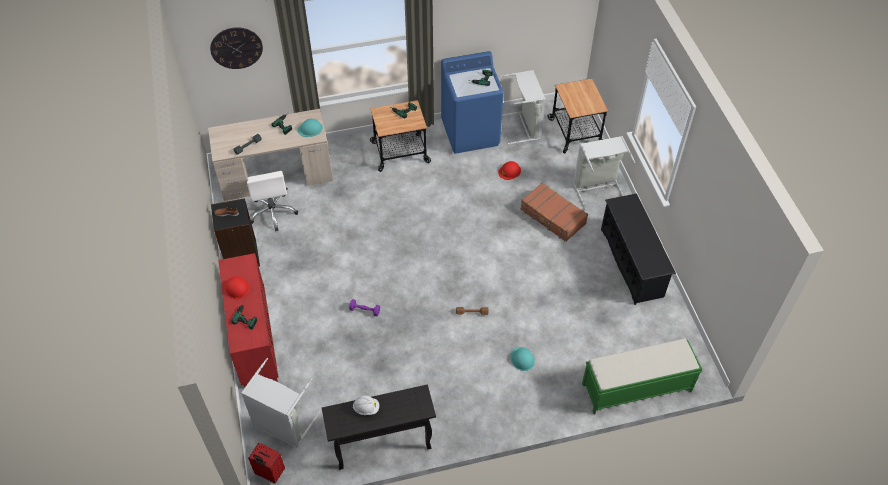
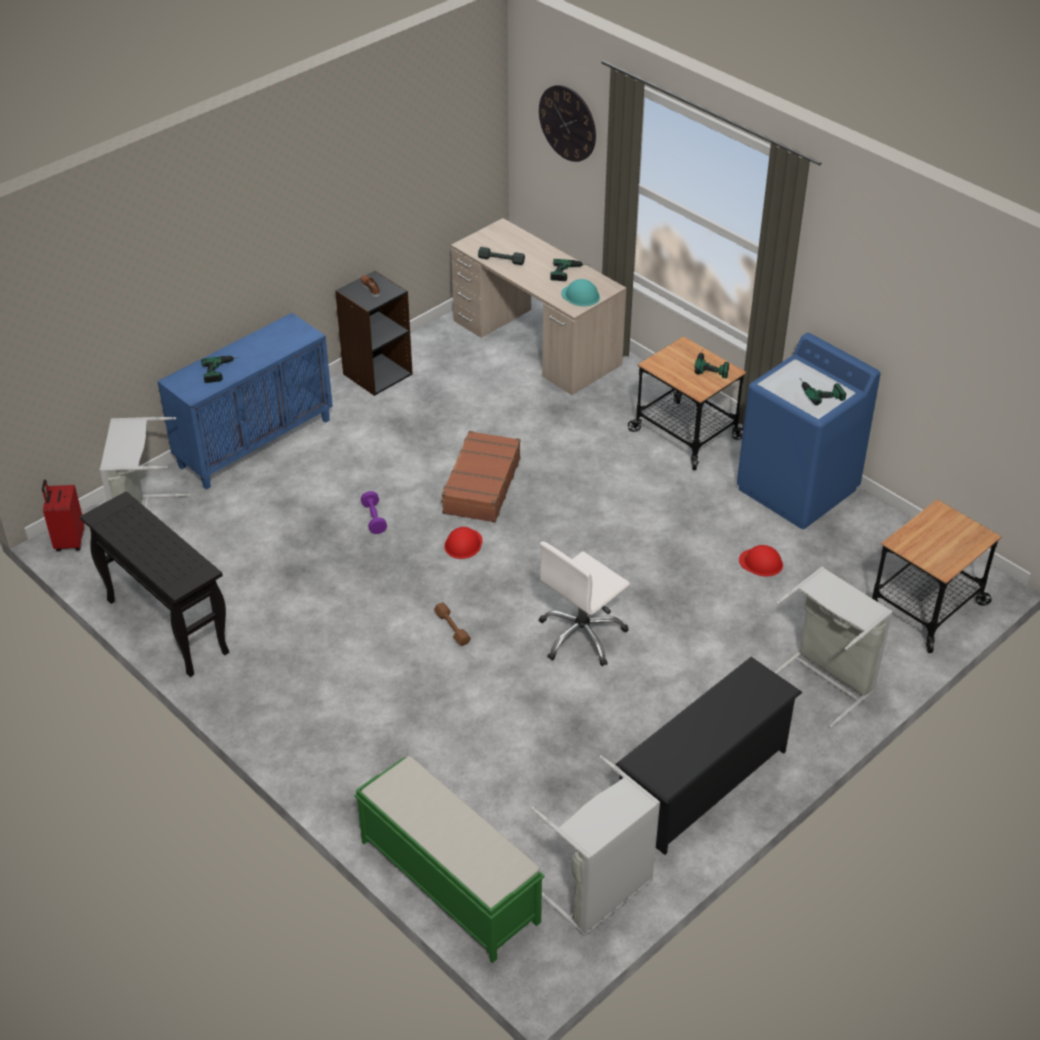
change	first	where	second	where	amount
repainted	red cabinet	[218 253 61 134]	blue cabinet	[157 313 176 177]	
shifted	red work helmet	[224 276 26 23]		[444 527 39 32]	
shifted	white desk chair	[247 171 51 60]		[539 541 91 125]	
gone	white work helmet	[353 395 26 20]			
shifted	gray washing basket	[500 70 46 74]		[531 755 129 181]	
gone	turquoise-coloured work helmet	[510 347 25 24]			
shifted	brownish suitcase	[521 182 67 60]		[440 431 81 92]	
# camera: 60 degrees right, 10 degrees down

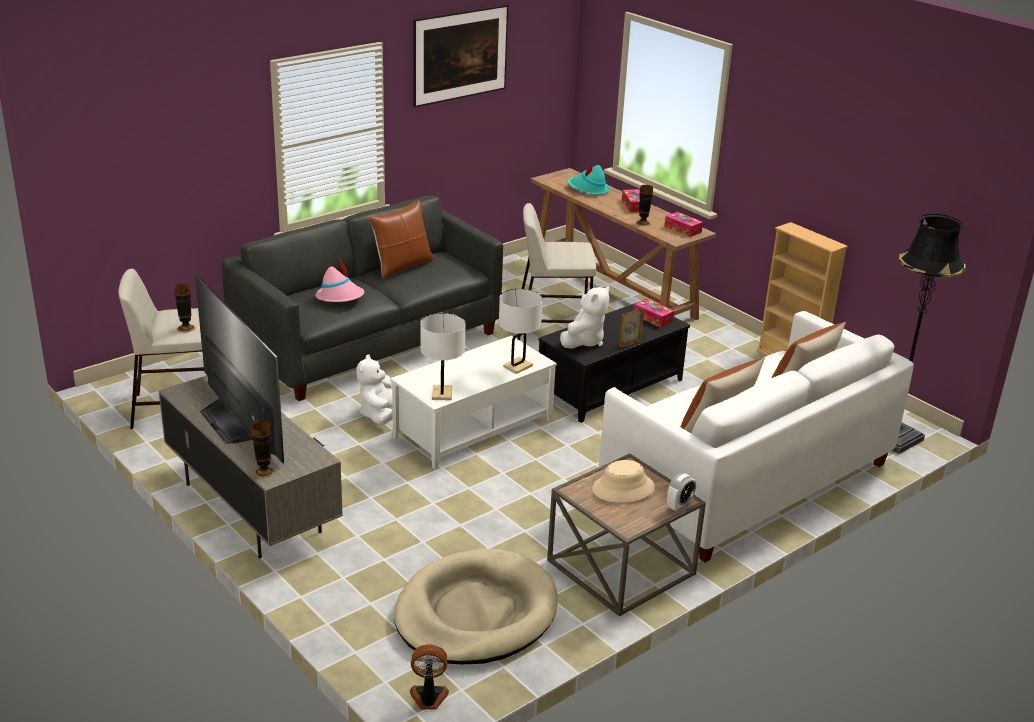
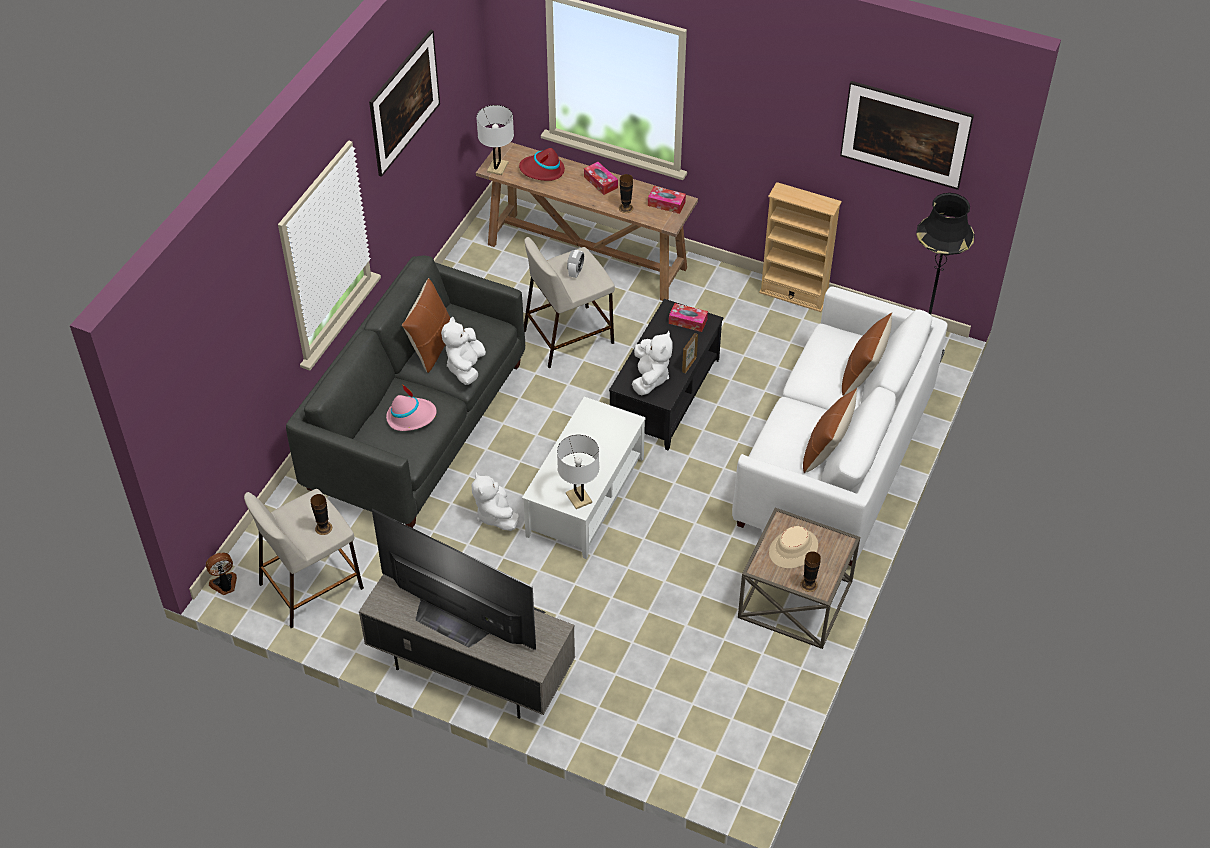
change	first	where	second	where	amount
shifted	flower vase	[252 421 23 57]		[800 551 21 41]	
gone	sand-coloured pet bed	[394 549 164 115]			
shifted	electric fan	[410 644 39 66]		[206 553 31 42]	
shifted	white lamp for a table	[499 289 44 85]		[476 105 38 70]	
repainted	turquoise-coloured wearable hat	[568 165 42 30]	red wearable hat	[519 148 46 33]	
shifted	bedside clock	[667 474 29 38]		[567 250 17 28]	
new			white cuddly toy	[441 317 45 68]	
new			wall picture	[840 81 134 109]	
# camera: 25 degrees left, 20 degrees up

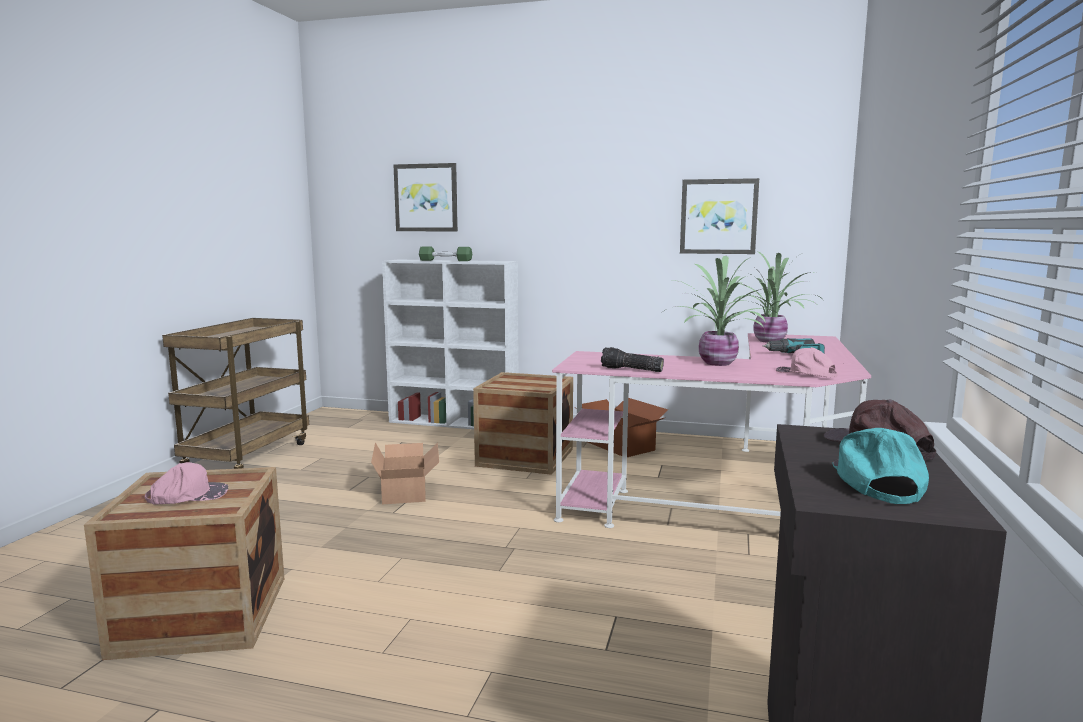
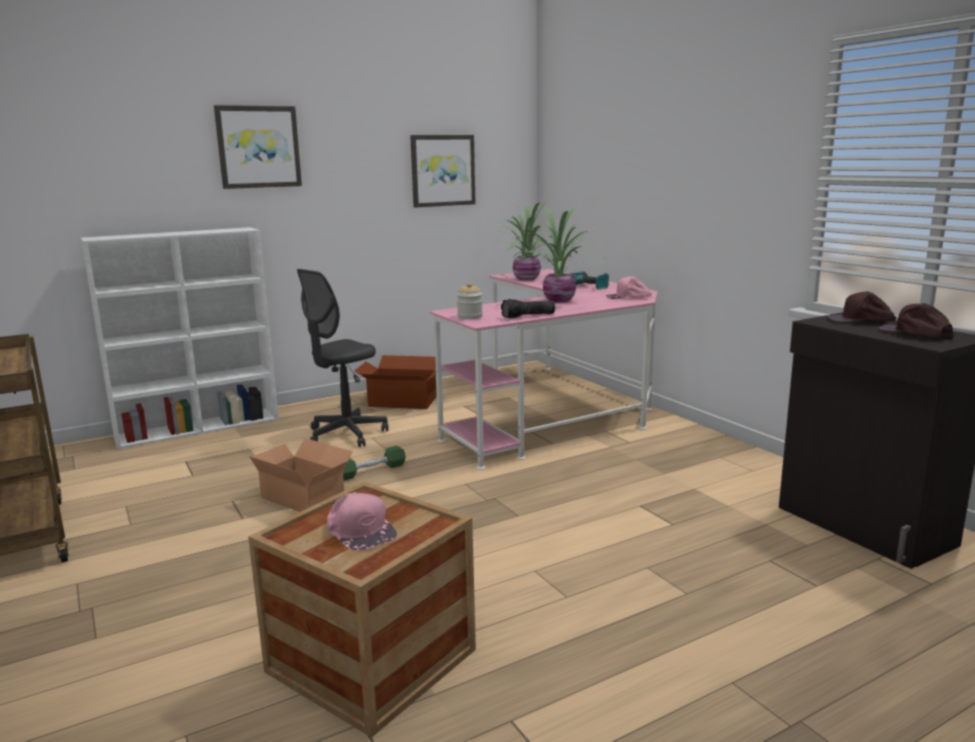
change	first	where	second	where	amount
rotated	pinkish peaked cap	[145 462 83 43]		[327 492 70 59]	120 degrees clockwise
shifted	wall picture	[394 163 64 68]		[214 105 88 84]	
shifted	greenish free weight	[419 246 53 15]		[343 446 63 34]	
swapped	packing crate	[473 372 100 103]	gray desk chair	[297 269 92 178]	
repainted	turquoise-coloured peaked cap	[832 428 97 76]	brownish peaked cap	[878 303 76 37]	
new			storage jar	[457 283 26 36]	
# camera: 45 degrees left, 5 degrees up

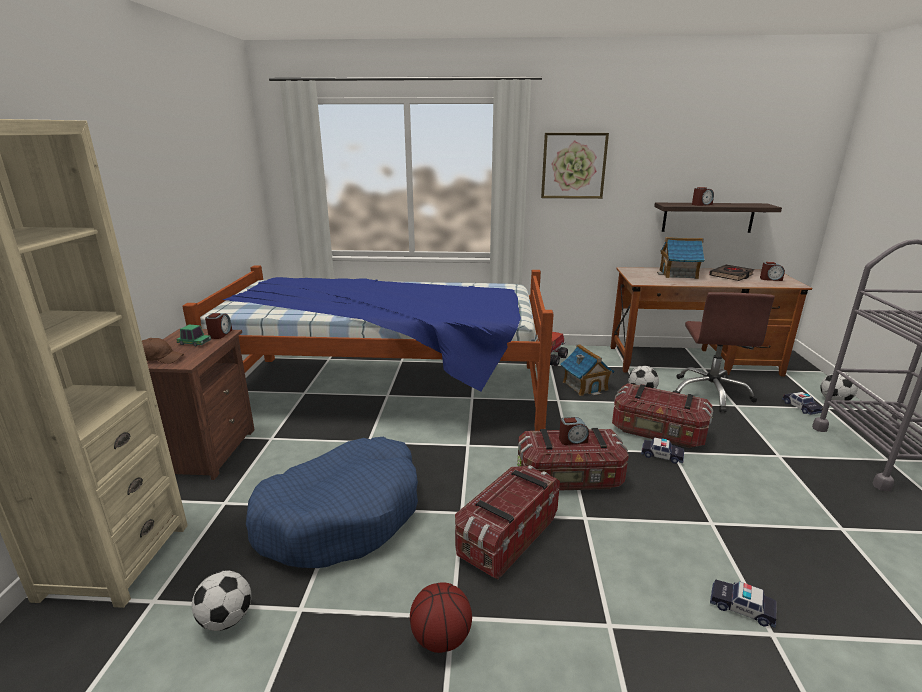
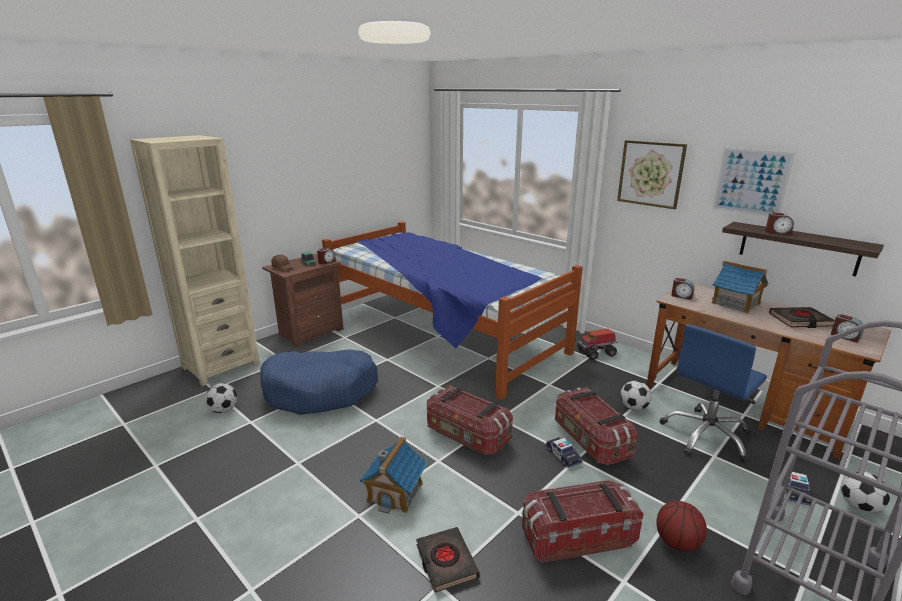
change	first	where	second	where	amount
shifted	basketball ball	[410 582 62 71]		[656 501 51 51]	
shifted	storage container	[455 466 105 114]		[522 480 121 83]	
shifted	bedside clock	[559 417 30 28]		[671 278 24 22]	
shifted	model house	[560 344 55 52]		[359 437 69 77]	
repainted	brownish desk chair	[673 292 102 121]	blue desk chair	[660 324 107 139]	
swapped	miniature car	[710 579 67 49]	blackish bound book	[416 527 64 66]	
new			wall picture	[712 148 83 69]	
# camera: 40 degrees right, 0 degrees up

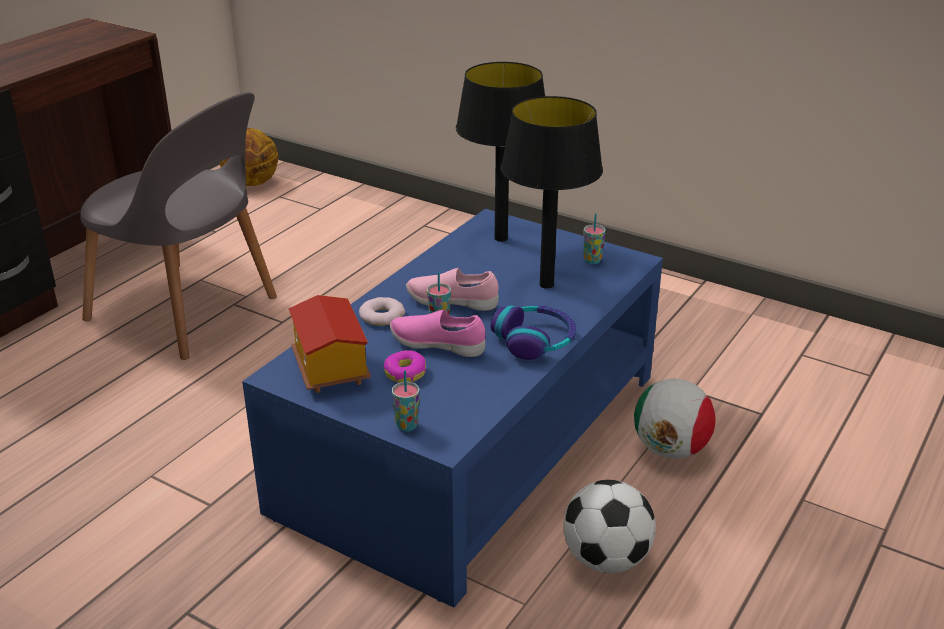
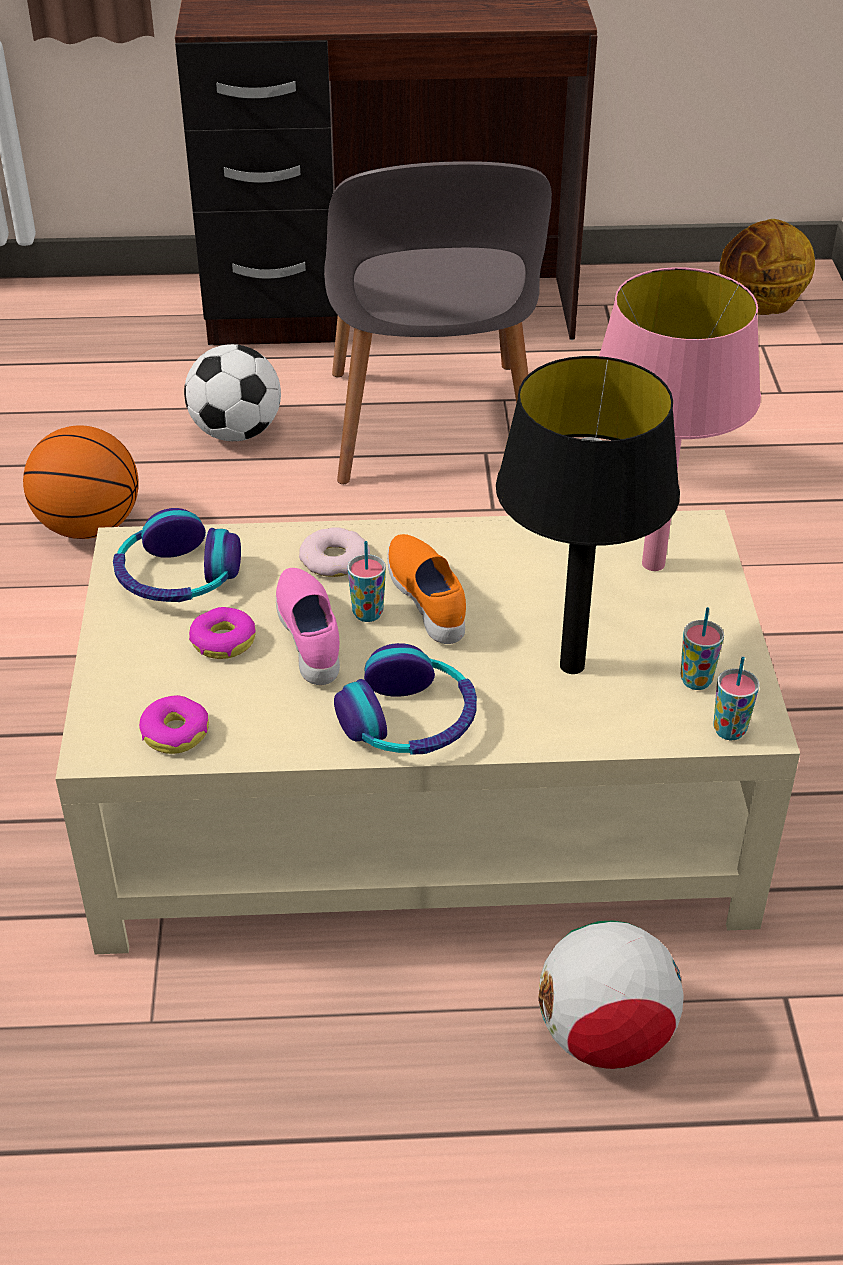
change	first	where	second	where	amount
repainted	blue lounge table	[242 209 421 399]	sand-coloured lounge table	[55 510 745 444]	
swapped	model house	[288 295 83 98]	headset	[113 508 128 94]	
shifted	cup	[392 370 28 62]		[713 656 46 84]	
repainted	pinkish item of footwear	[406 268 93 43]	orange-coloured item of footwear	[387 534 79 110]	
repainted	blackish lamp for a table	[456 62 89 180]	pinkish lamp for a table	[599 267 162 304]	
shifted	football ball	[563 480 93 93]		[184 344 97 97]	
new			basketball ball	[23 426 116 113]	
new			donut	[139 695 70 59]	
# camera: 55 degrees right, 10 degrees up

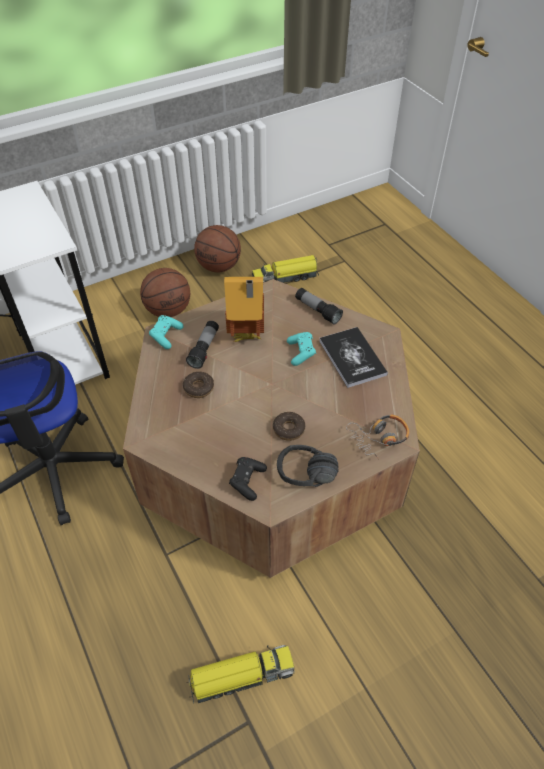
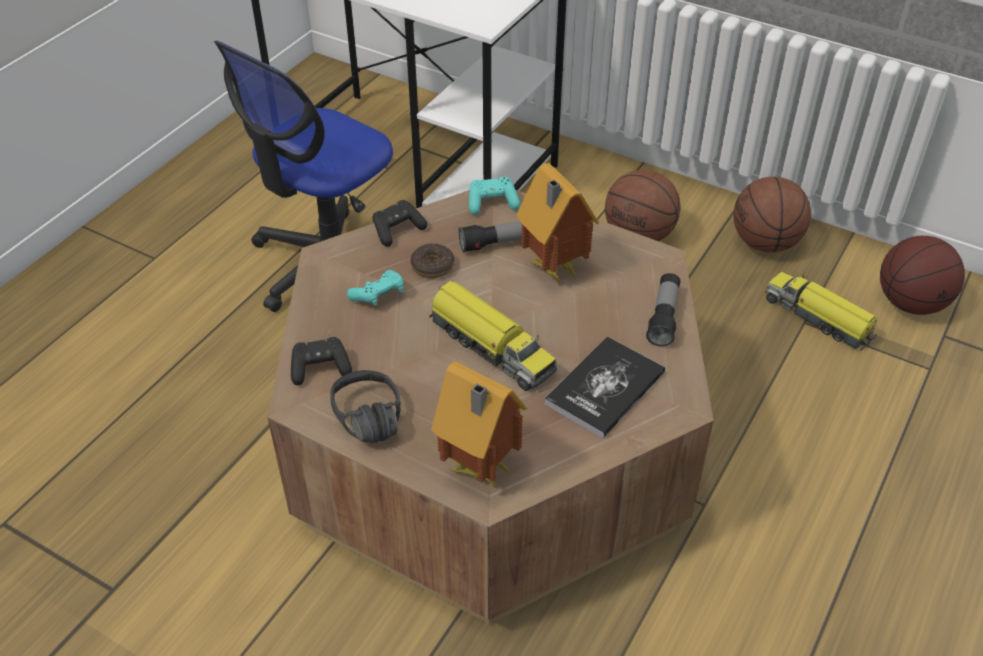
change	first	where	second	where	amount
shifted	toy lorry	[187 645 108 58]		[429 281 128 110]	
gone	donut	[273 412 32 29]			
shifted	turquoise-coloured game controller	[287 332 29 34]		[347 270 57 36]	
swapped	headset	[346 414 63 45]	model house	[431 361 96 127]	
new			blackish game controller	[373 200 54 47]	
new			basketball ball	[880 236 85 79]	
# camera: 60 degrees right, 5 degrees down

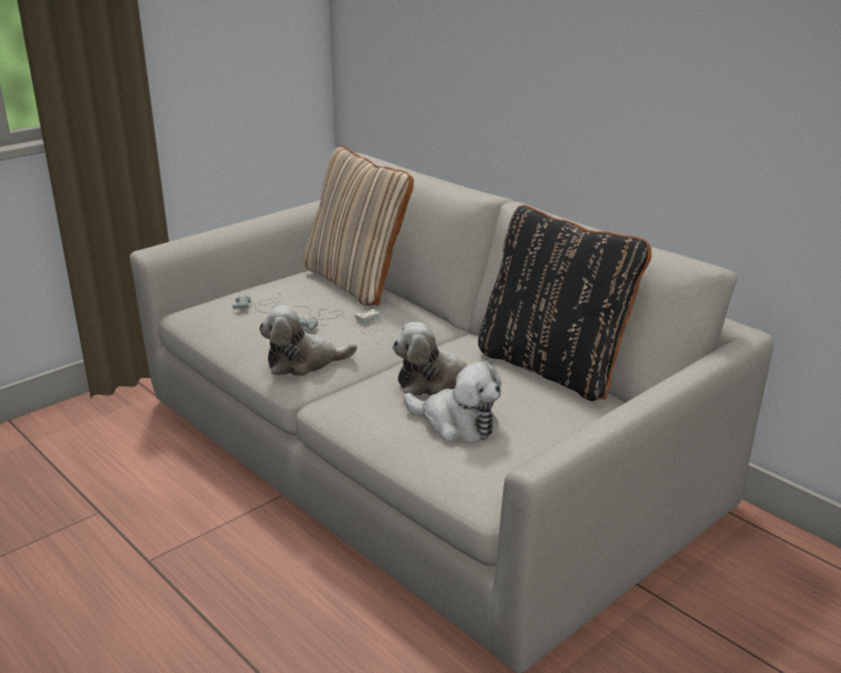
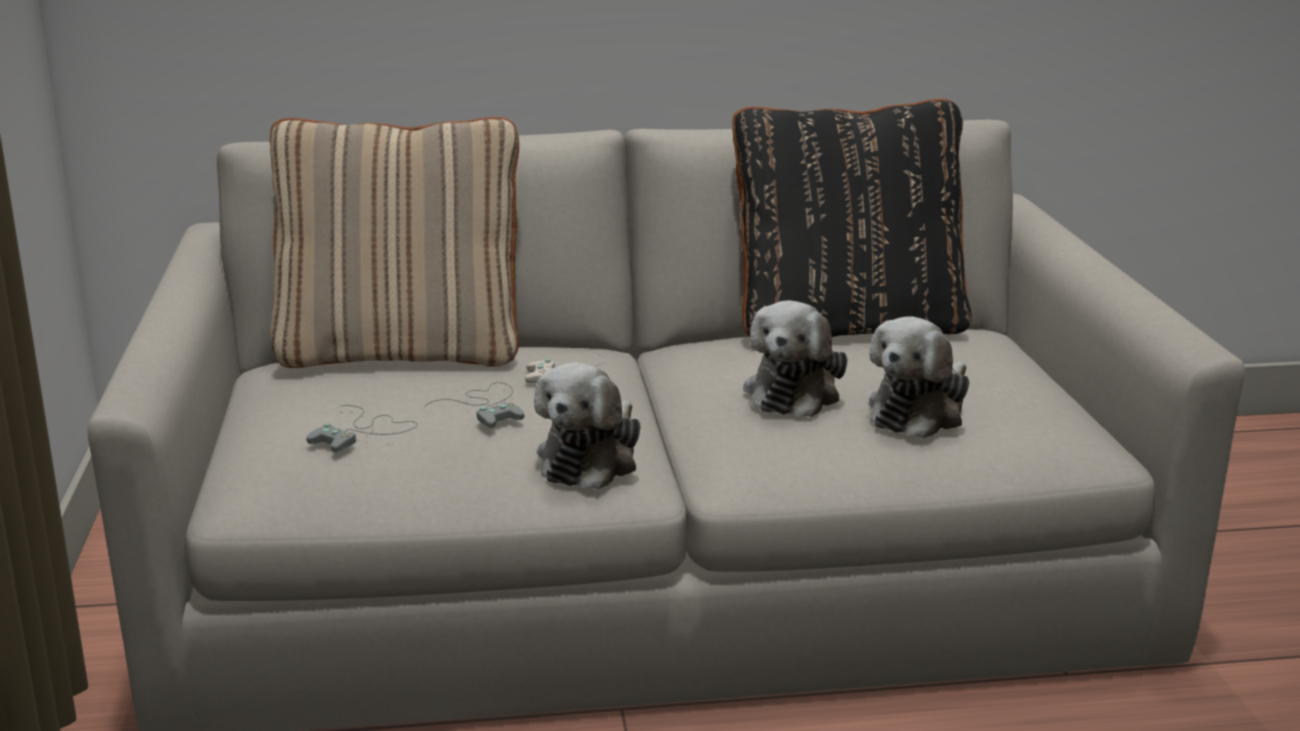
change	first	where	second	where	amount
rotated	cuddly toy	[403 362 98 80]		[869 317 100 122]	150 degrees clockwise
# camera: 55 degrees left, 5 degrees down

